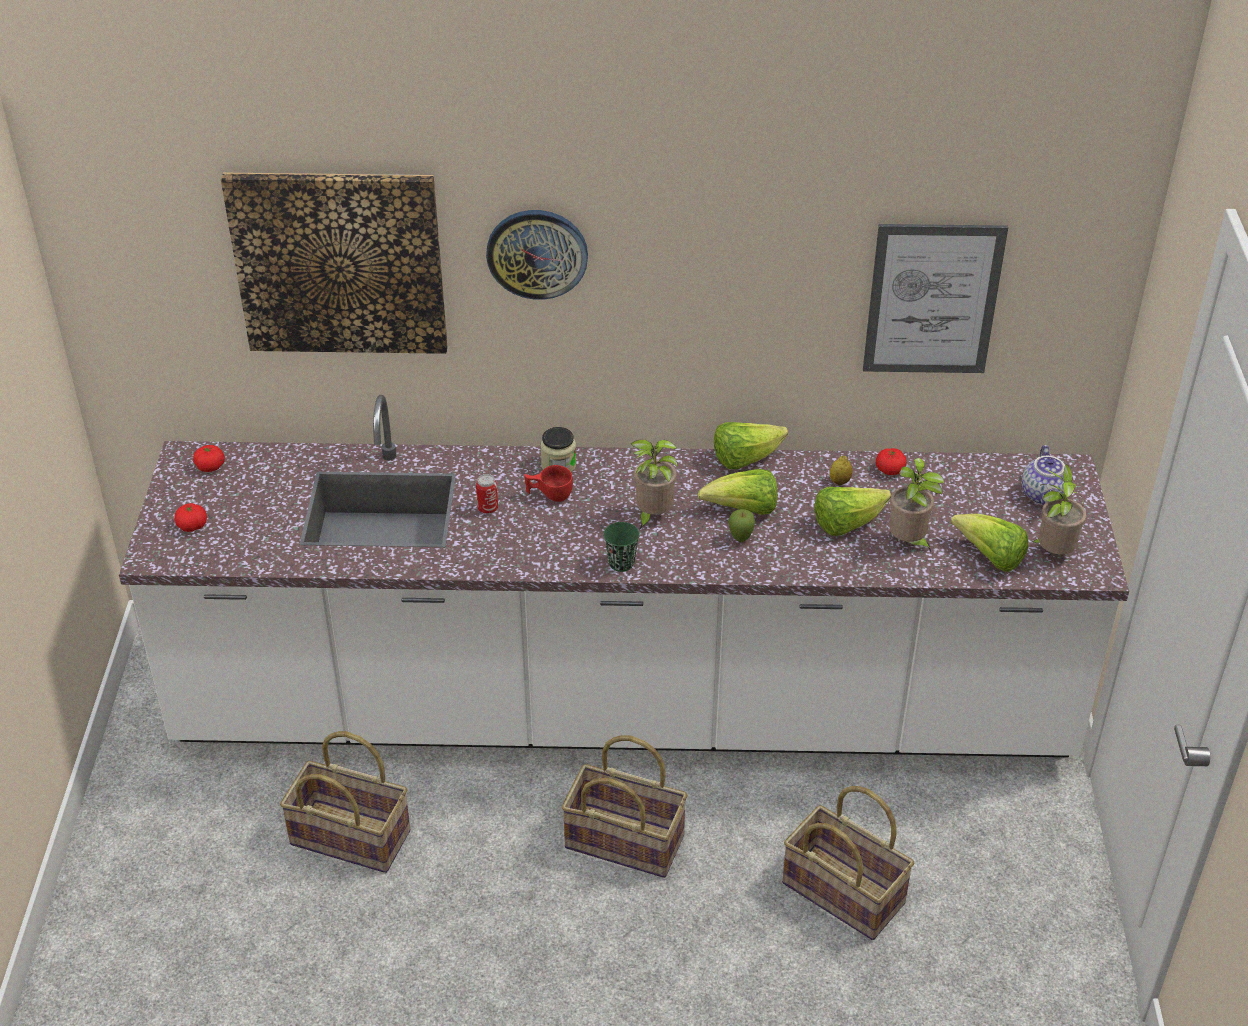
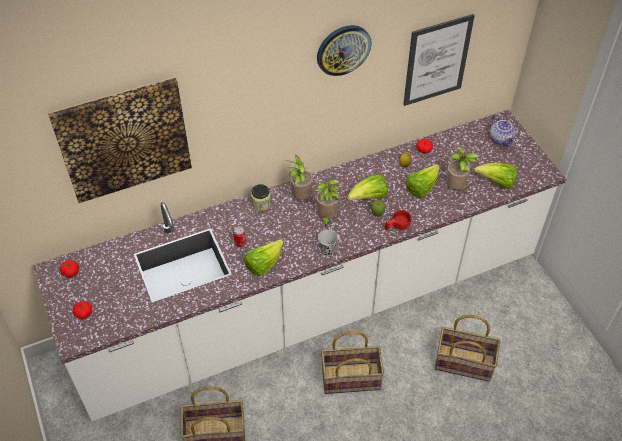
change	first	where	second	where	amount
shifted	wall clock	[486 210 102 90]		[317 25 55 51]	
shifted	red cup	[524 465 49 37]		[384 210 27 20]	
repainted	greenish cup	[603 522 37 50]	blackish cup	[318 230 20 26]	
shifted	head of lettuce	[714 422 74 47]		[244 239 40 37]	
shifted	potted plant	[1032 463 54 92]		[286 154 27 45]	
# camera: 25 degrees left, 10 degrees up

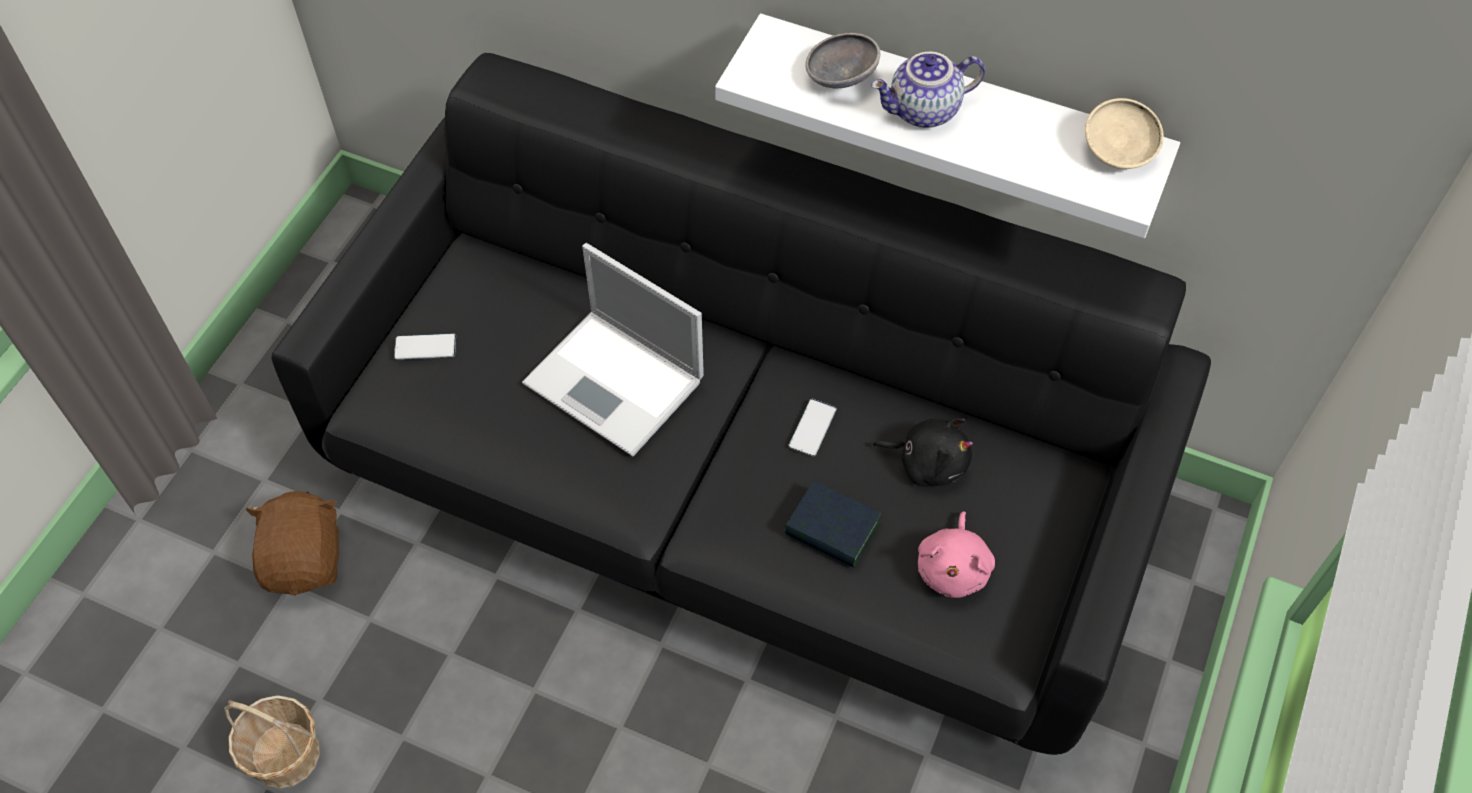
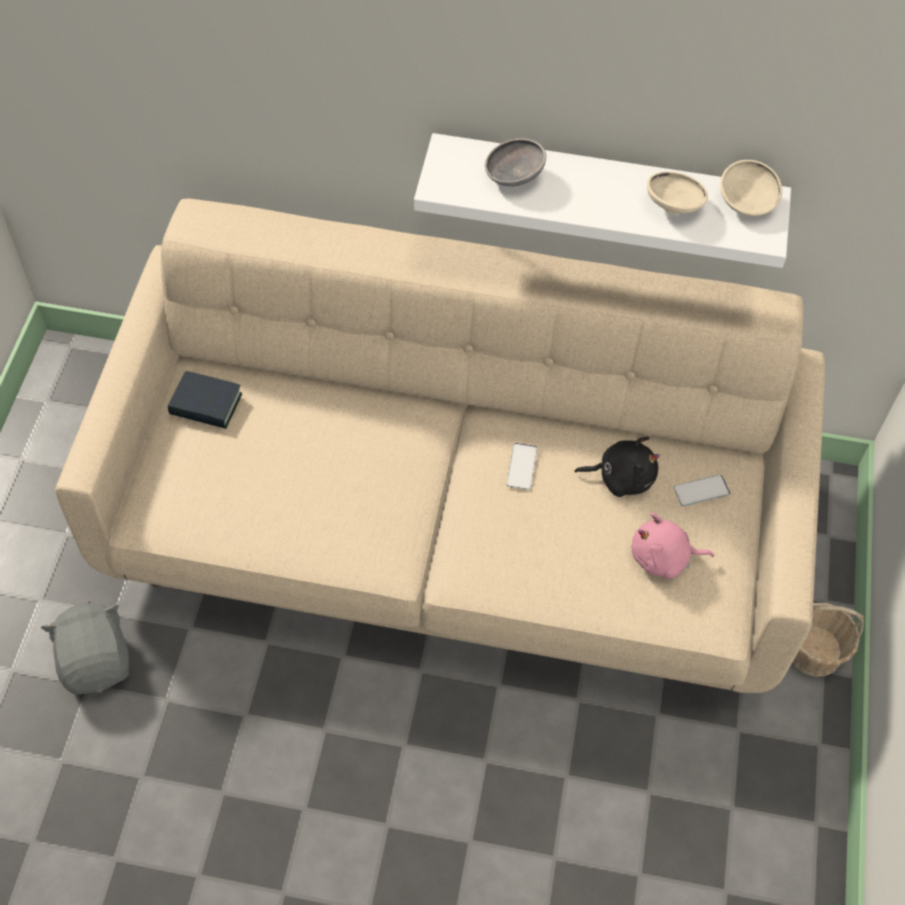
change	first	where	second	where	amount
shifted	storage basket	[224 695 96 93]		[792 603 72 74]	
repainted	brownish cuddly toy	[246 491 93 105]	gray cuddly toy	[41 602 88 93]	
repainted	blackish sofa	[272 53 939 702]	sand-coloured sofa	[55 198 770 495]	
shifted	handset	[394 334 62 26]		[674 475 56 31]	
gone	laptop	[522 243 182 213]			
shifted	bound book	[784 481 97 86]		[168 371 74 58]	
gone	pot for tea	[871 52 114 76]			
rotated	pinkish cuddly toy	[918 511 77 87]		[632 512 82 66]	90 degrees clockwise
new			sand-coloured deep dish	[647 172 61 42]	
# camera: 15 degrees left, 0 degrees up

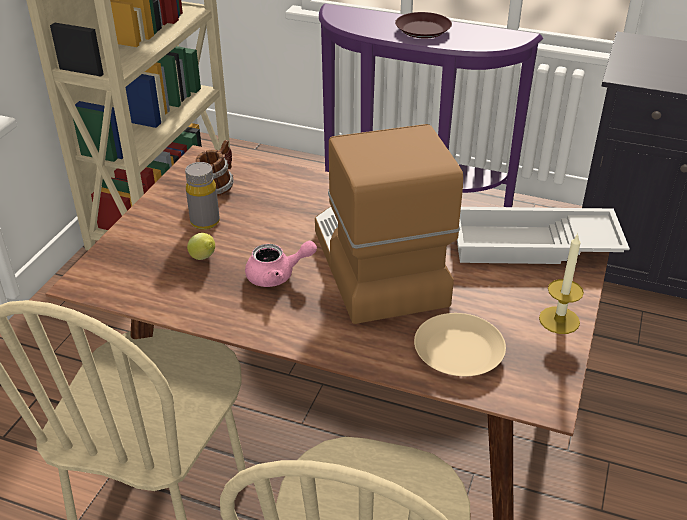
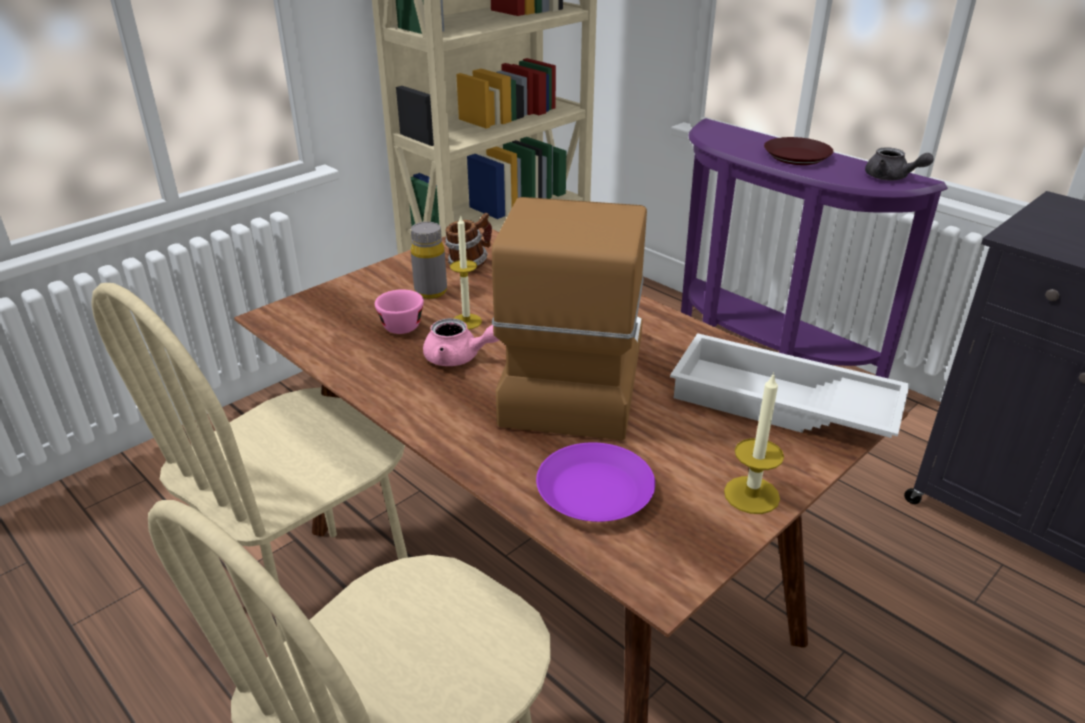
change	first	where	second	where	amount
swapped	citrus fruit	[187 233 28 27]	pinkish cup	[375 289 49 45]	
repainted	sand-coloured dinner plate	[414 313 92 63]	purple-coloured dinner plate	[536 442 119 80]	
new			candle	[450 215 32 115]	
new			gray pot for tea	[865 147 69 33]	
# camera: 25 degrees right, 5 degrees down

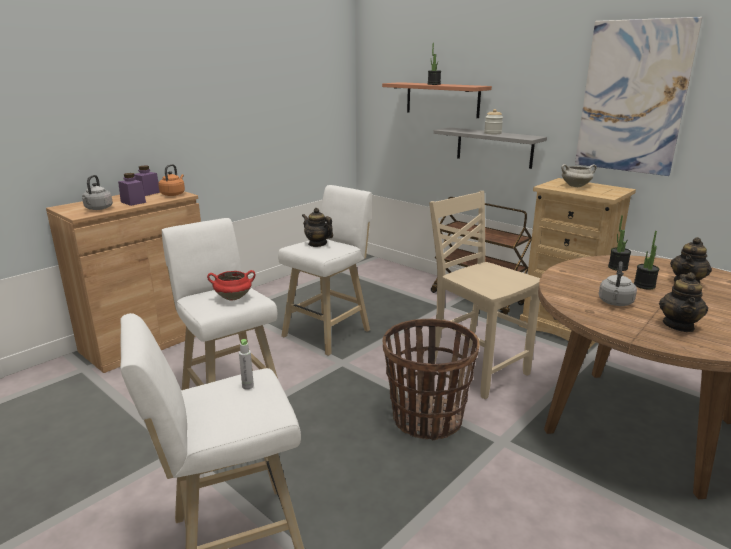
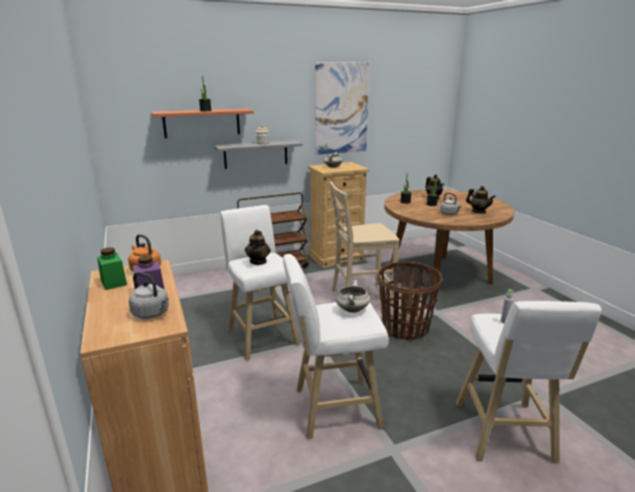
change	first	where	second	where	amount
repainted	purple-coloured storage jar	[134 166 26 30]	greenish storage jar	[97 247 30 43]	
repainted	red cooking pot	[207 270 48 31]	white cooking pot	[336 280 34 33]	
rotated	pot for tea	[302 208 31 39]		[245 230 25 35]	60 degrees counterclockwise
# camera: 65 degrees left, 0 degrees up

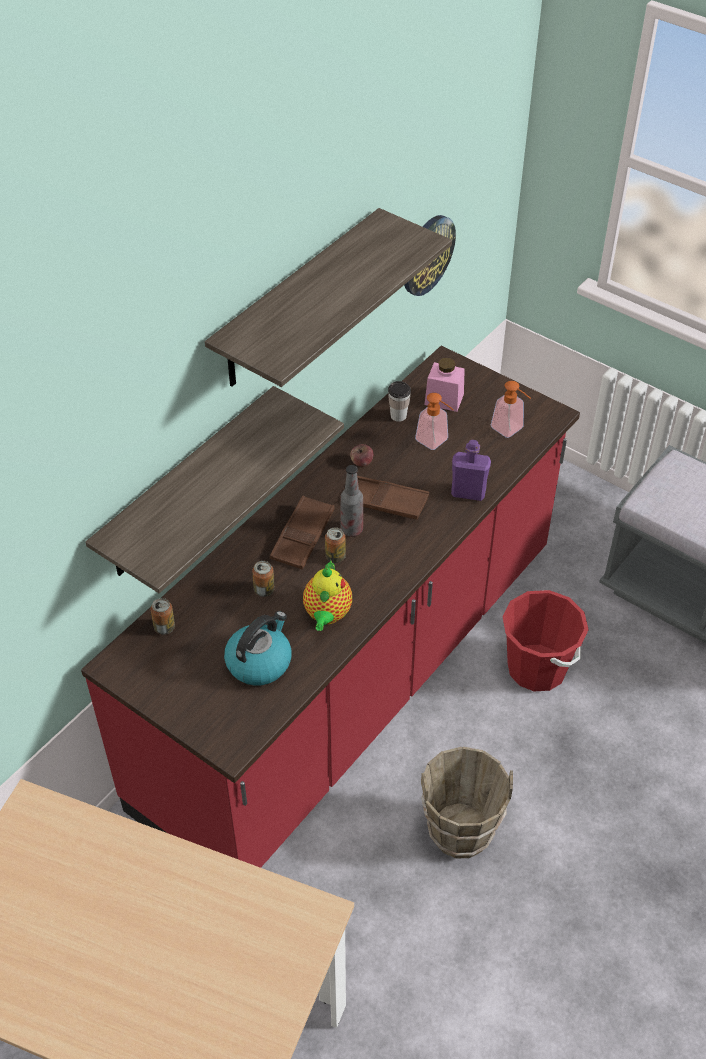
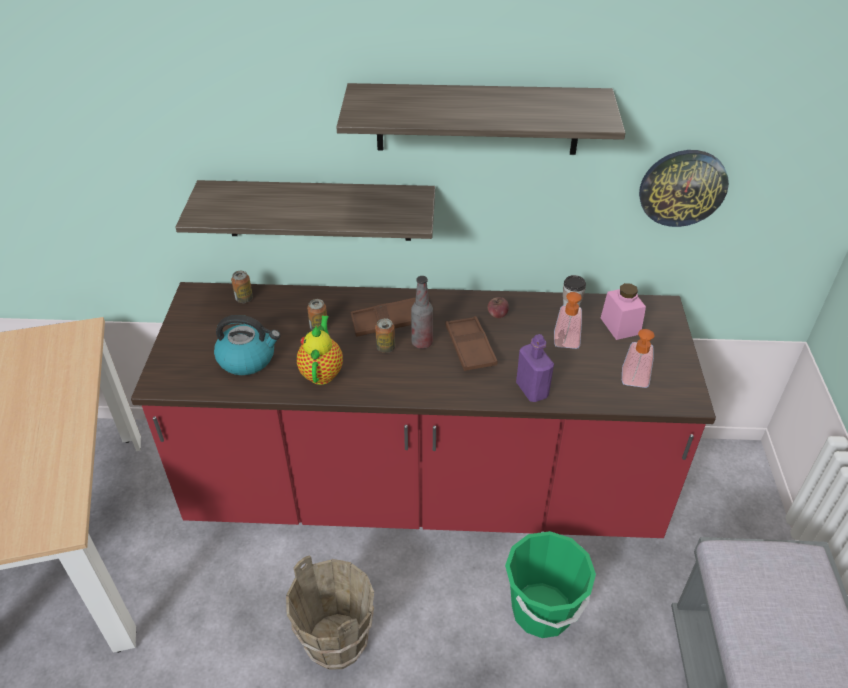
change	first	where	second	where	amount
rotated	pot for tea	[303 560 49 71]		[297 316 46 69]	120 degrees clockwise
repainted	red bucket	[502 590 87 101]	greenish bucket	[505 531 91 107]	
# camera: 55 degrees right, 5 degrees down

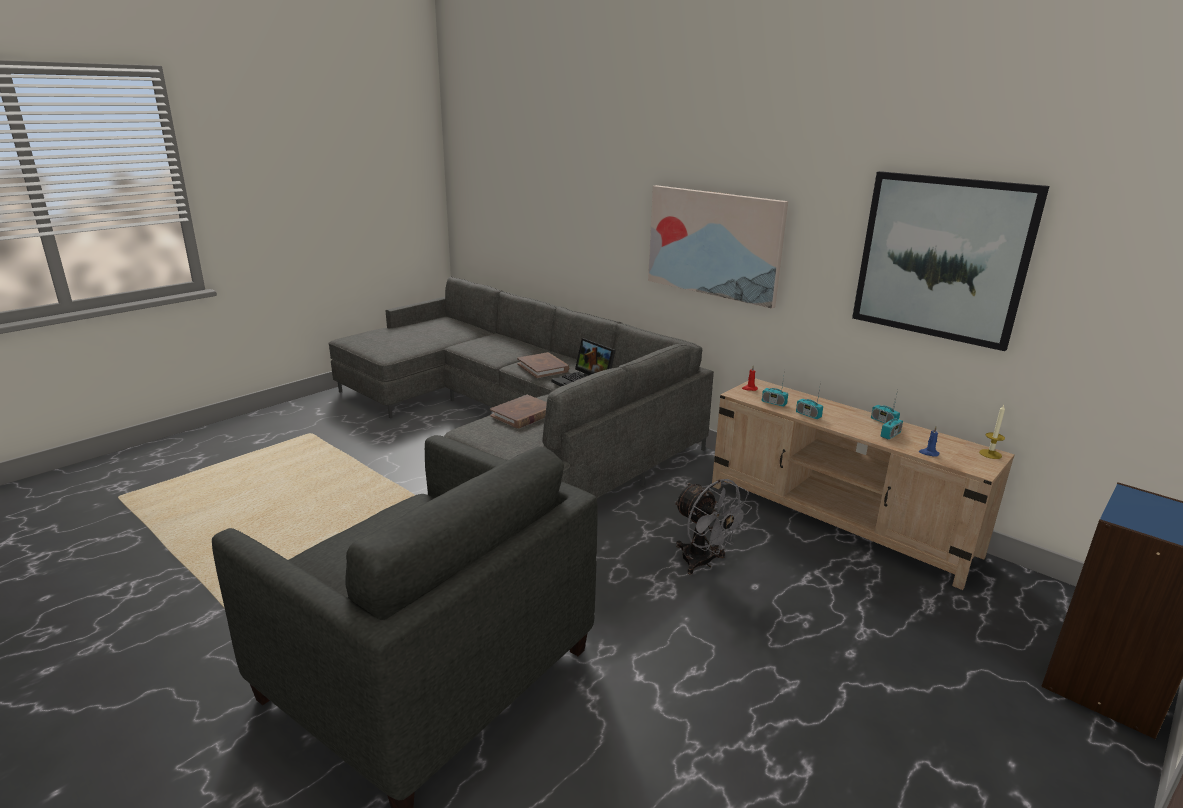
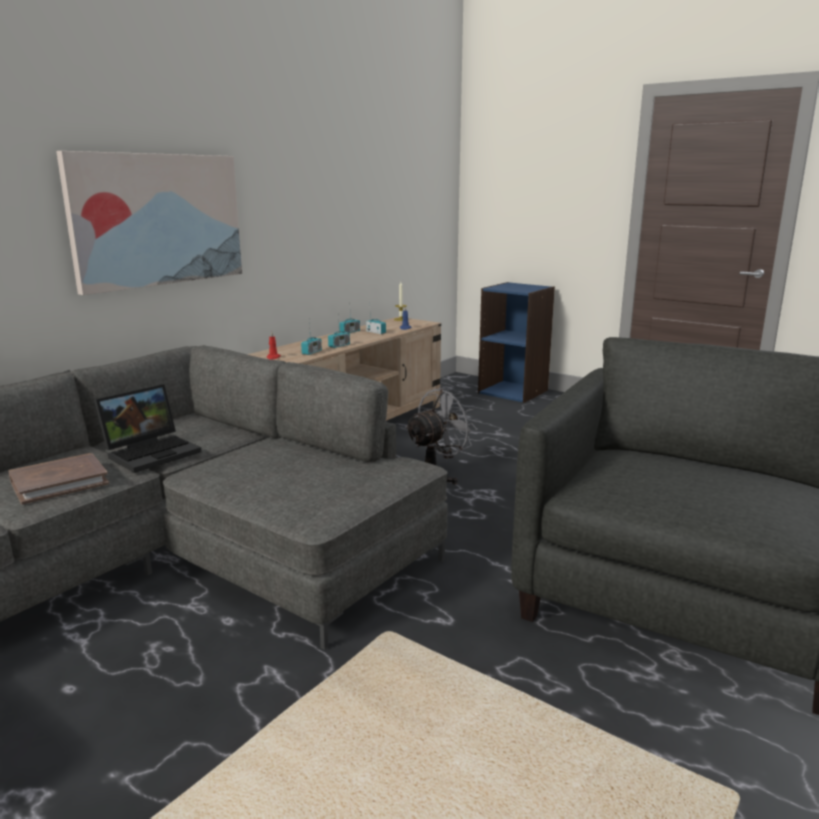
change	first	where	second	where	amount
gone	brownish bound book	[490 395 57 33]			
gone	wall picture	[852 171 197 180]			
# camera: 95 degrees left, 5 degrees down

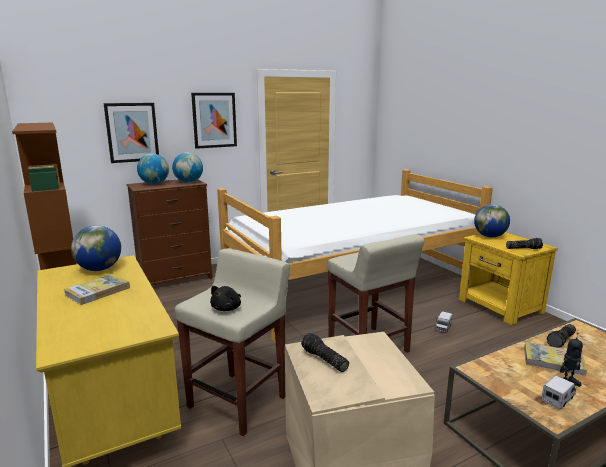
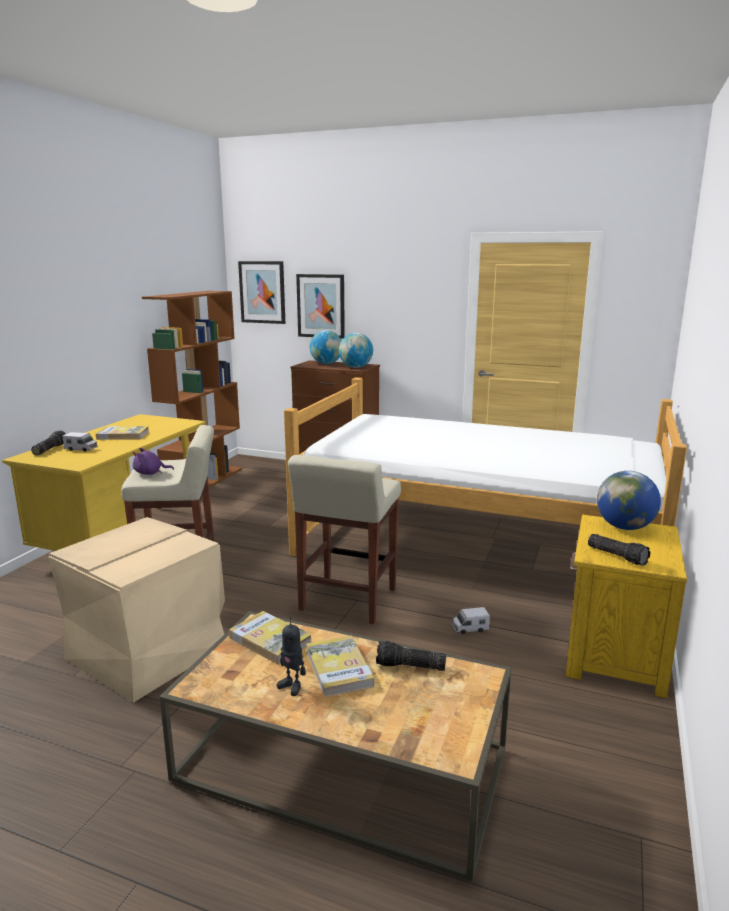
change	first	where	second	where	amount
gone	globe	[71 225 50 46]			
shifted	wall picture	[191 93 46 56]		[238 261 47 63]	
repainted	blackish cuddly toy	[210 286 31 25]	purple-coloured cuddly toy	[133 448 41 27]	
shifted	flashlight	[301 333 48 39]		[31 430 34 25]	
shifted	toy lorry	[541 375 36 35]		[62 432 36 20]	
new			bound book	[229 611 83 53]	
# camera: 50 degrees right, 0 degrees up

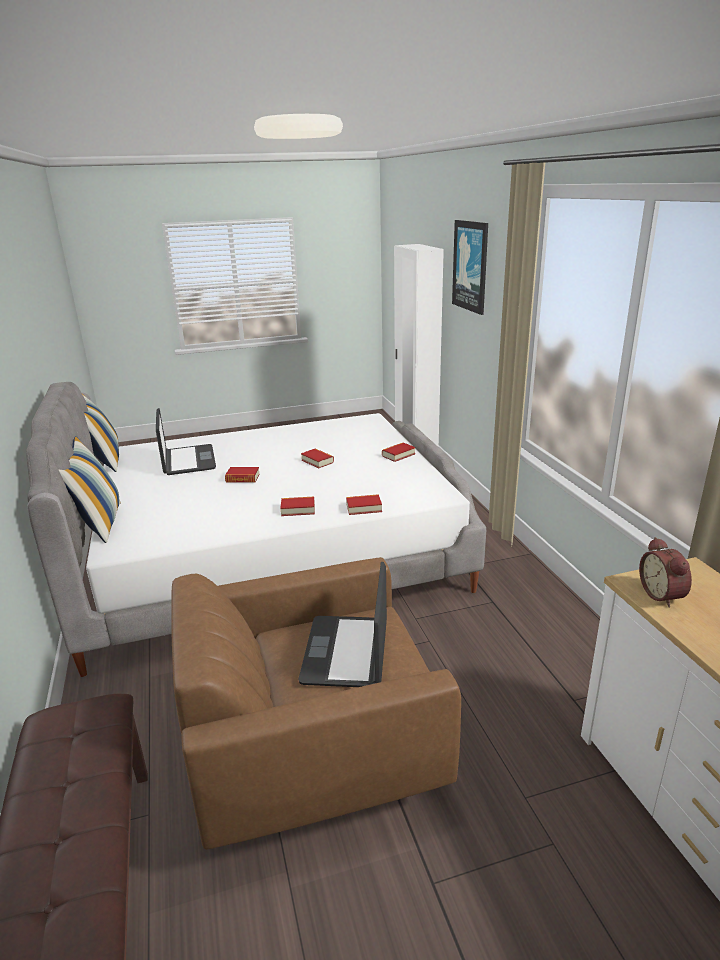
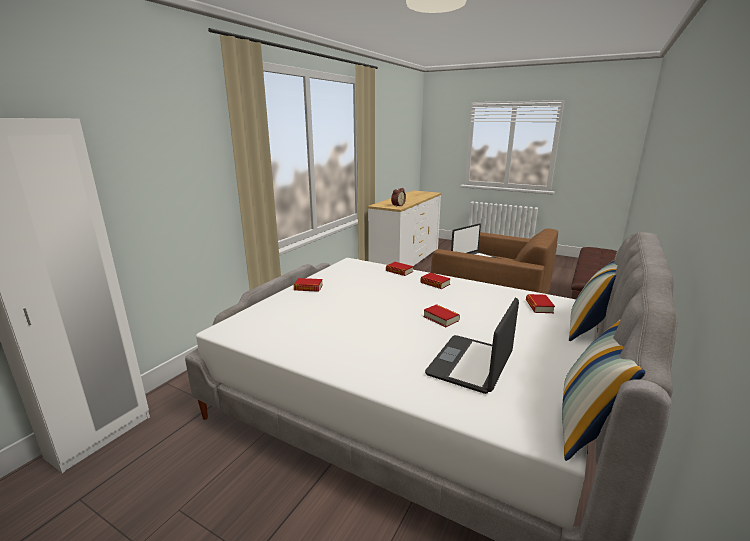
change	first	where	second	where	amount
shifted	bound book	[301 449 33 19]		[526 294 29 19]	
gone	wall picture	[452 220 36 95]			
# camera: 135 degrees left, 5 degrees down

